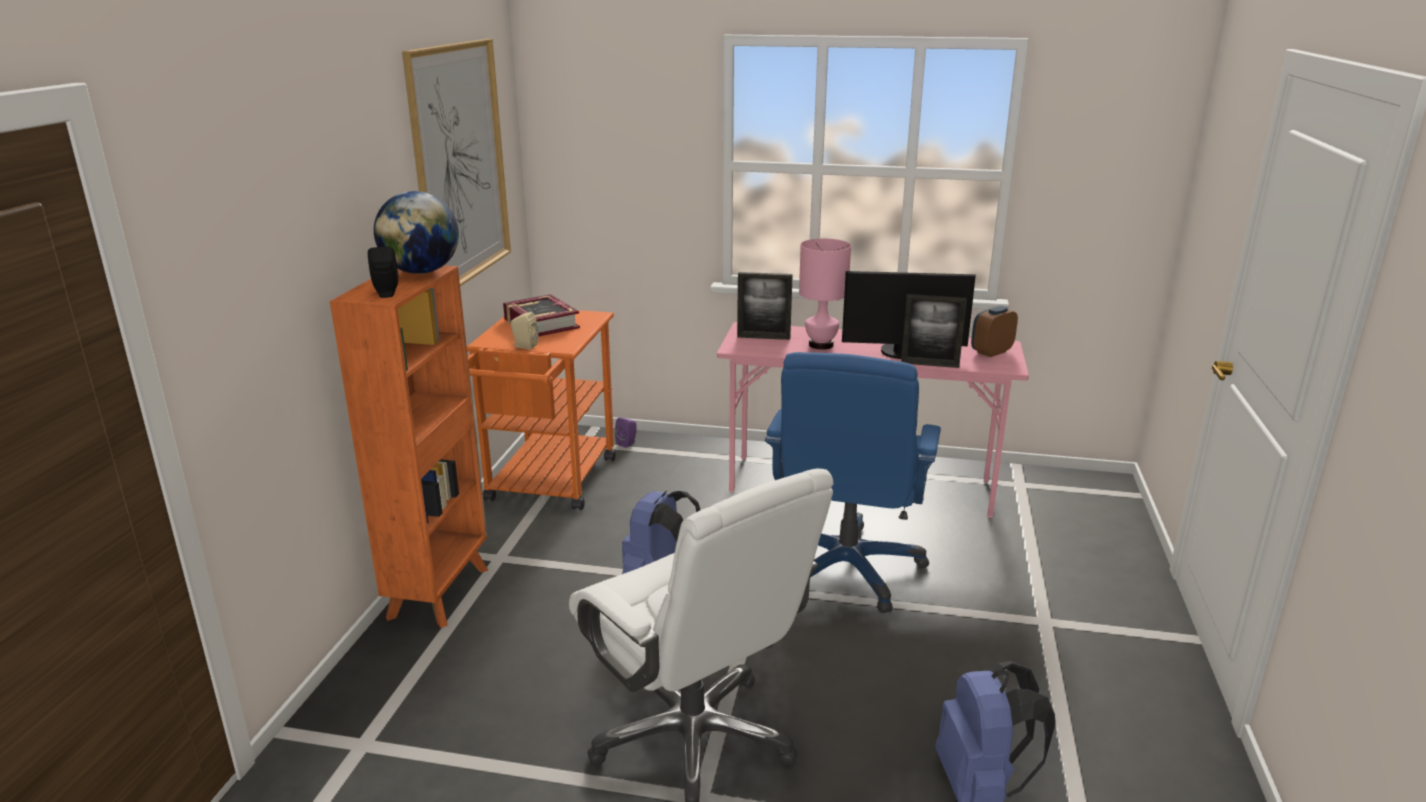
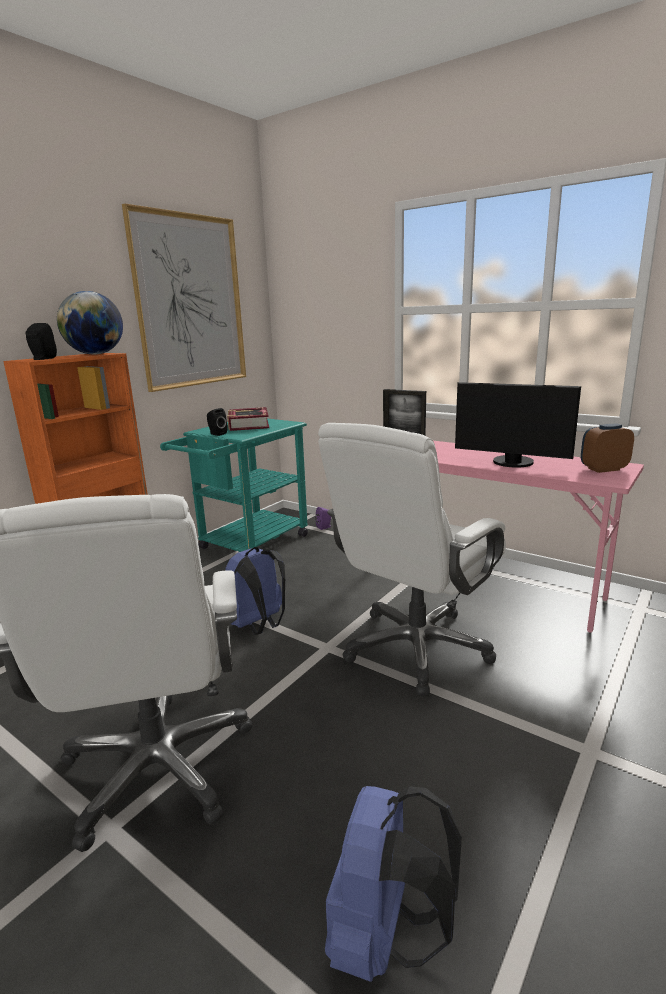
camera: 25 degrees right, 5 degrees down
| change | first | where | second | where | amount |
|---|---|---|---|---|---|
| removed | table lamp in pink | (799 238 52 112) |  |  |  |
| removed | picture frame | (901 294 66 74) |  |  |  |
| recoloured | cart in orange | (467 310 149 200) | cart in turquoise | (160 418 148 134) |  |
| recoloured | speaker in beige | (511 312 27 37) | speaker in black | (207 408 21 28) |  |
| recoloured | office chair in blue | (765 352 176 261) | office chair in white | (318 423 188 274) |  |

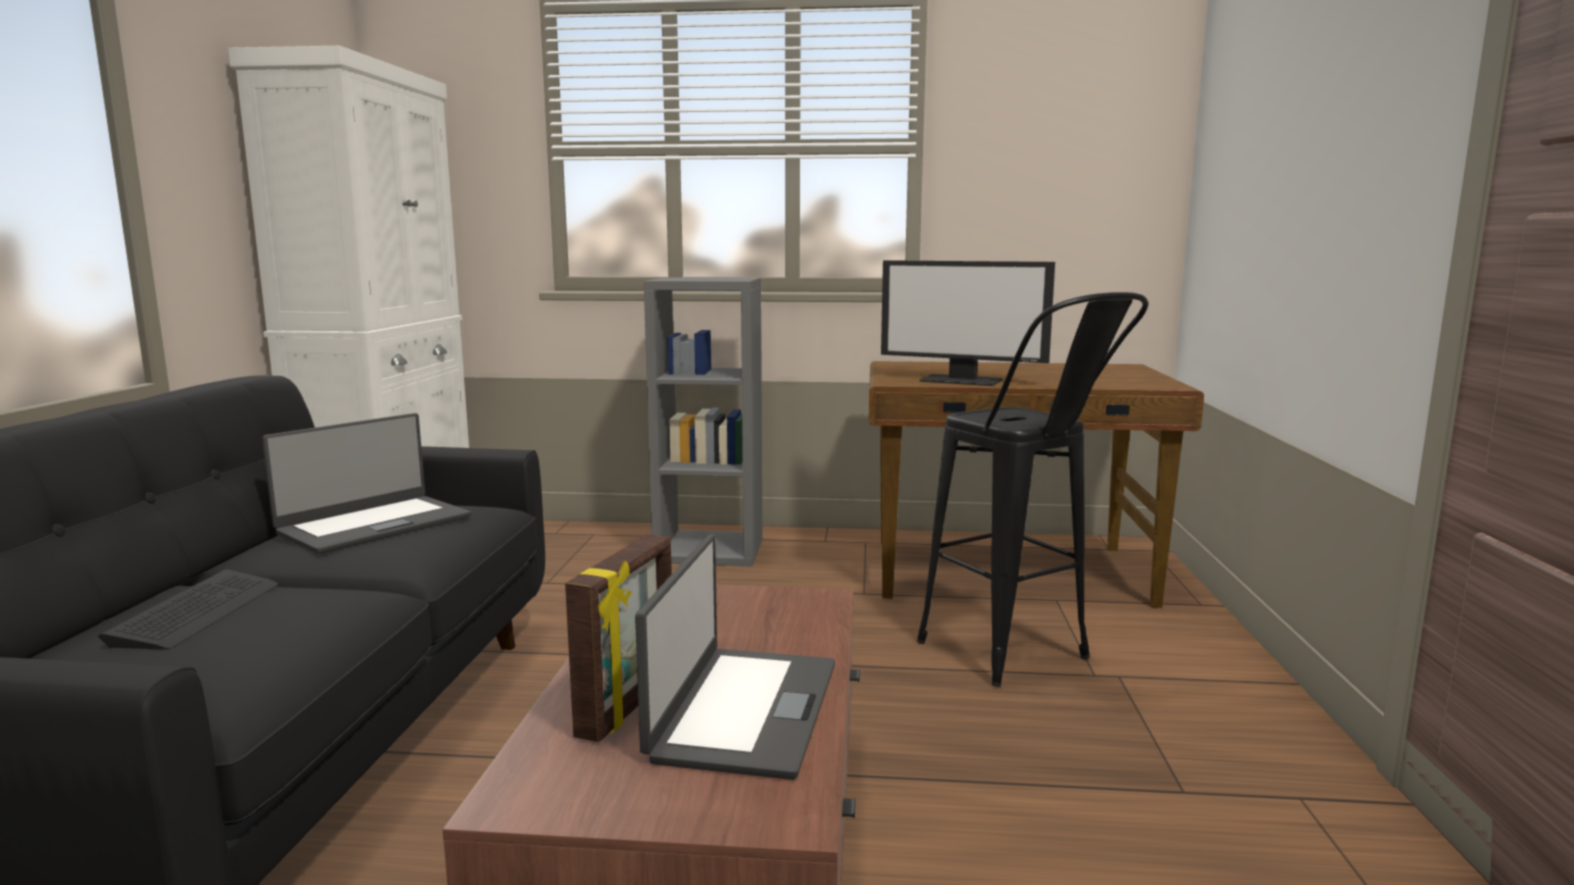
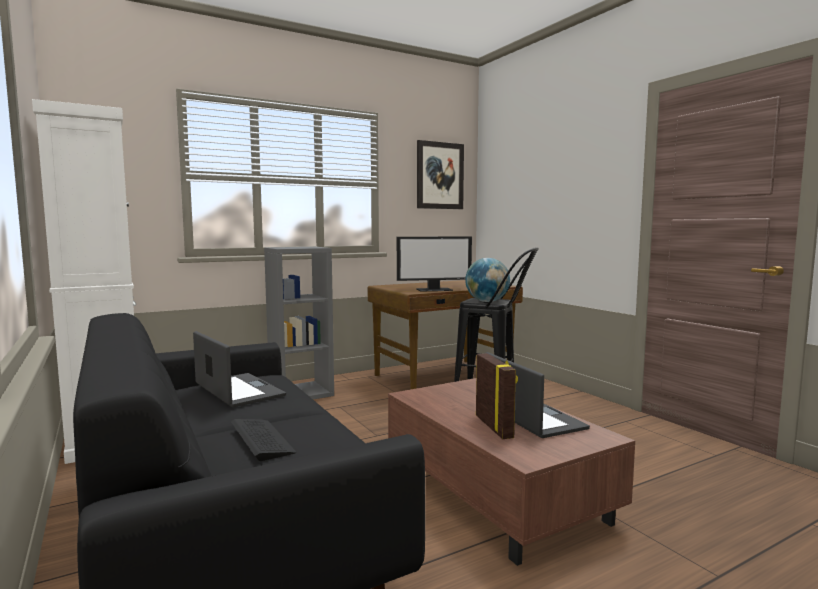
camera: 35 degrees left, 5 degrees down
| change | first | where | second | where | amount |
|---|---|---|---|---|---|
| turned | laptop | (262 413 209 141) |  | (193 331 93 77) | 45 degrees counterclockwise |
| added |  |  | picture | (417 140 47 69) |  |
| added |  |  | globe | (465 258 45 44) |  |

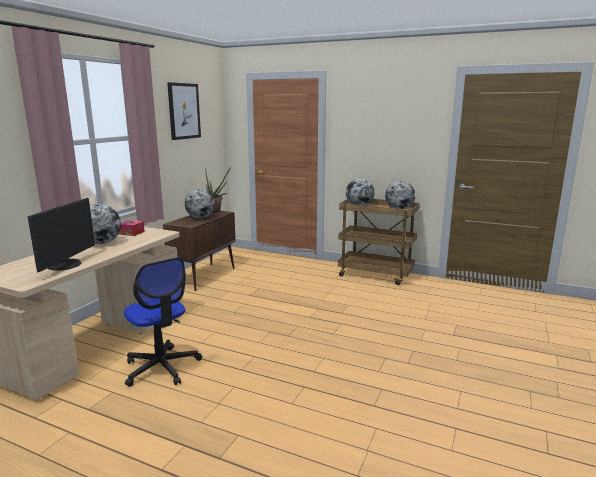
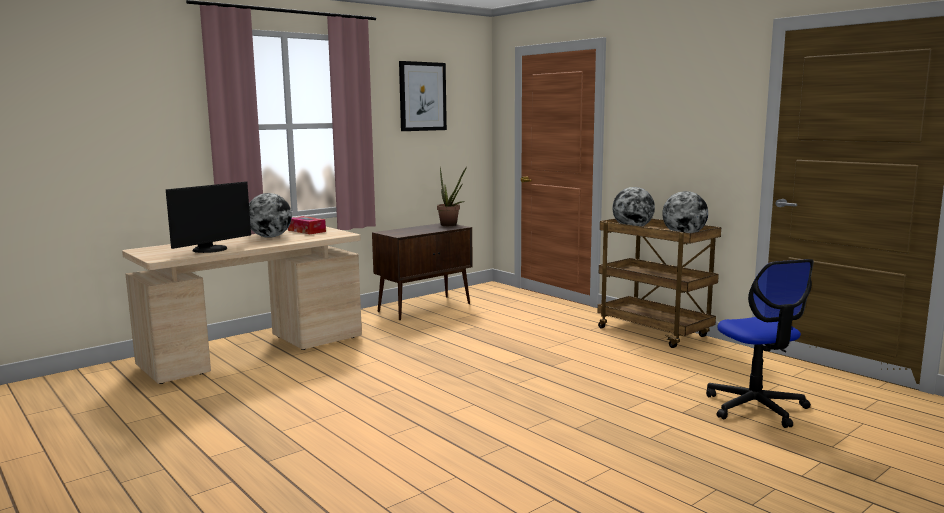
camera: 25 degrees right, 5 degrees down
| change | first | where | second | where | amount |
|---|---|---|---|---|---|
| removed | globe | (185 189 29 29) |  |  |  |
| moved | office chair | (124 257 78 130) |  | (706 259 108 169) |  |

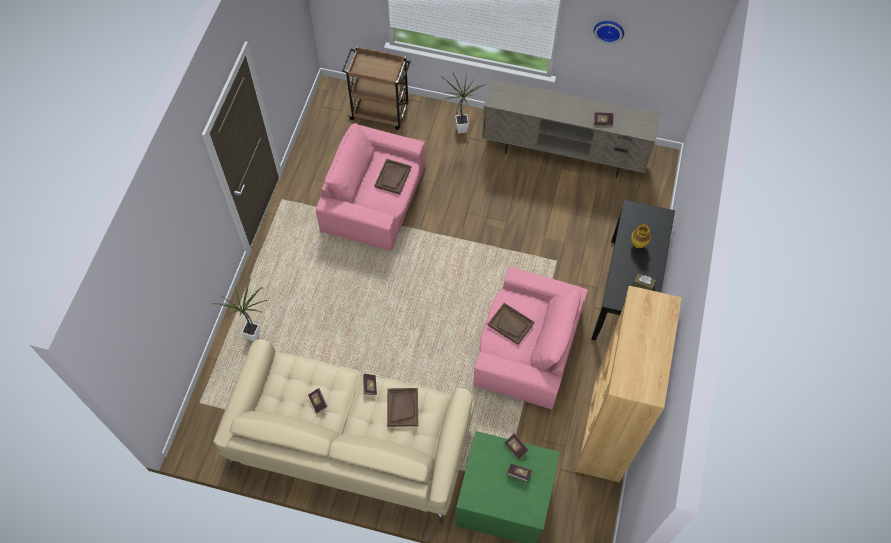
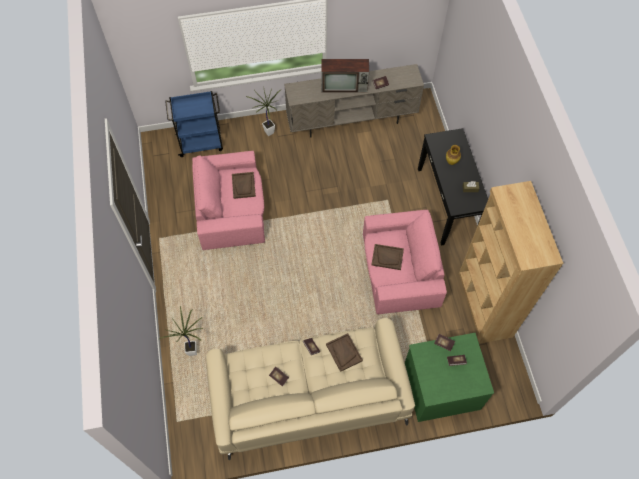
camera: 25 degrees left, 0 degrees up
| change | first | where | second | where | amount |
|---|---|---|---|---|---|
| removed | wall clock | (594 21 30 23) |  |  |  |
| recoloured | cart in brown | (342 46 69 84) | cart in blue | (165 91 58 66) |  |
| added |  |  | television | (322 59 47 34) |  |

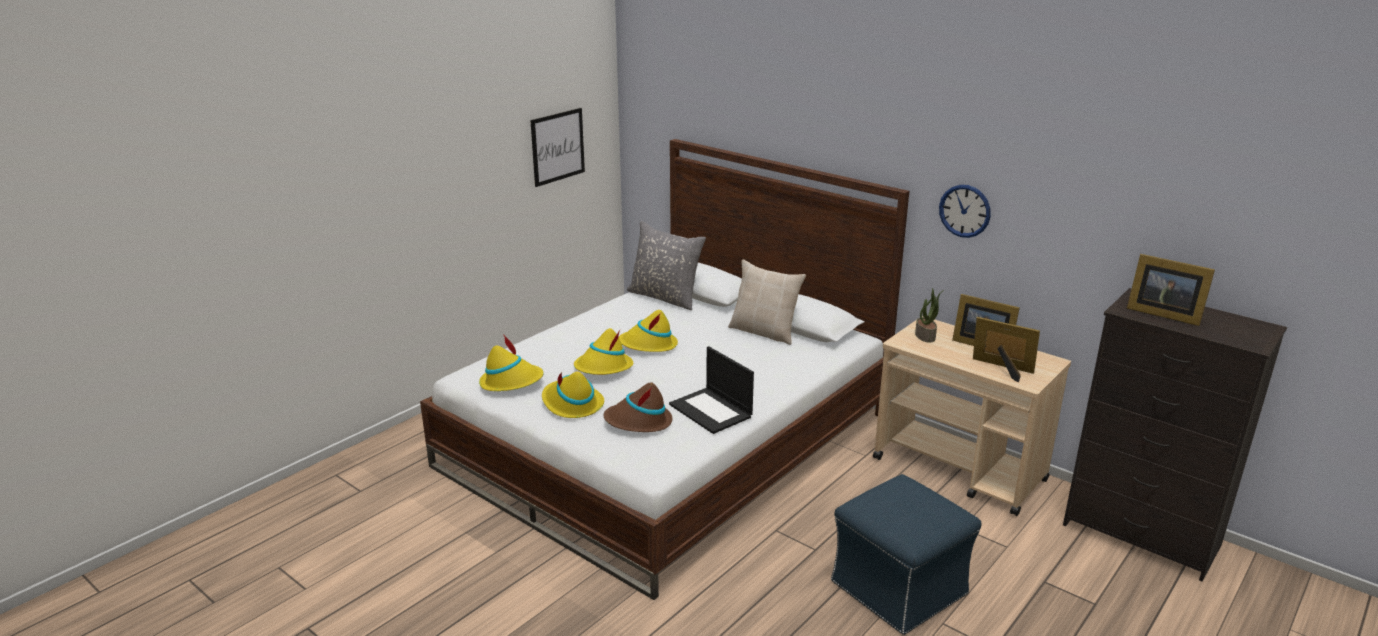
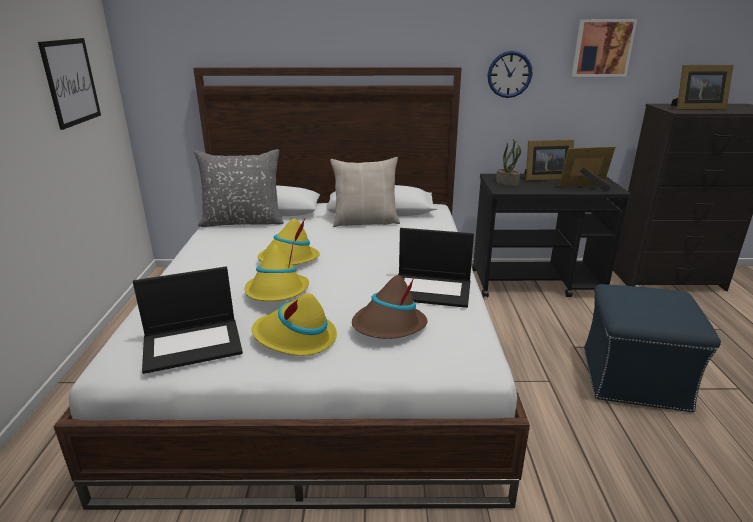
camera: 40 degrees left, 0 degrees up
| change | first | where | second | where | amount |
|---|---|---|---|---|---|
| recoloured | cart in beige | (873 316 198 200) | cart in black | (472 174 159 123) |  |
| replaced | hat in yellow | (479 334 65 57) | laptop | (133 267 110 107) |  |
| added |  |  | picture | (572 19 65 58) |  |

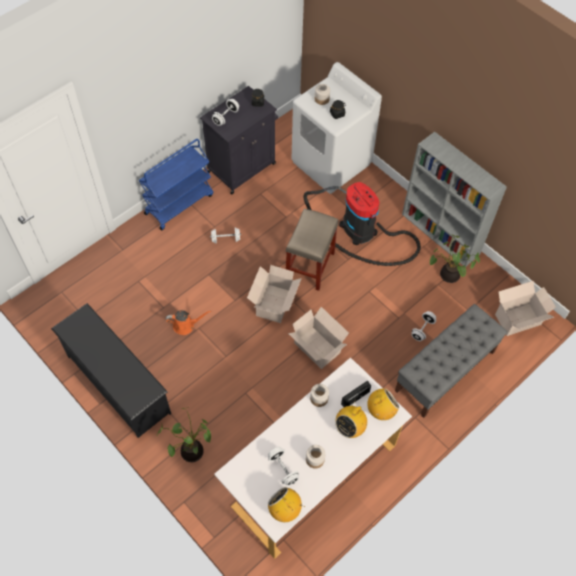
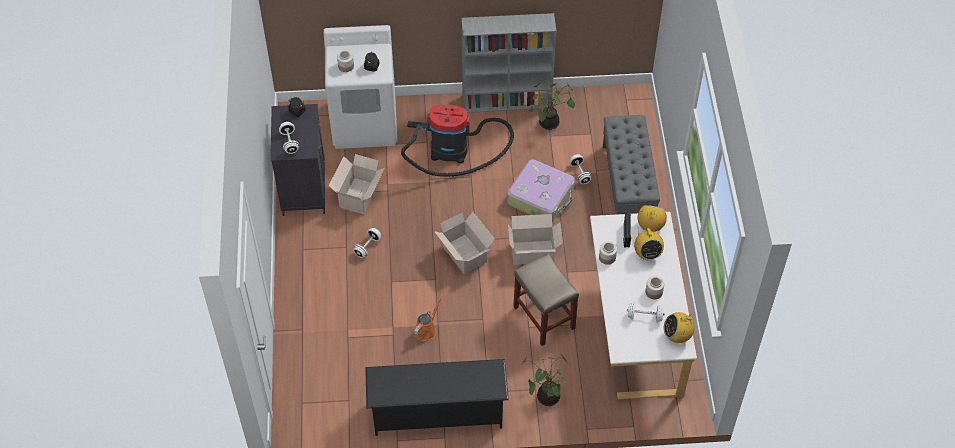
camera: 50 degrees left, 5 degrees down
| change | first | where | second | where | amount |
|---|---|---|---|---|---|
| removed | cart in blue | (139 139 74 92) |  |  |  |
| moved | stool in beige | (286 208 52 83) |  | (513 254 66 92) |  |
| moved | cardboard box | (495 281 61 55) |  | (329 154 56 60) |  |
| added |  |  | suitcase | (507 159 68 63) |  |

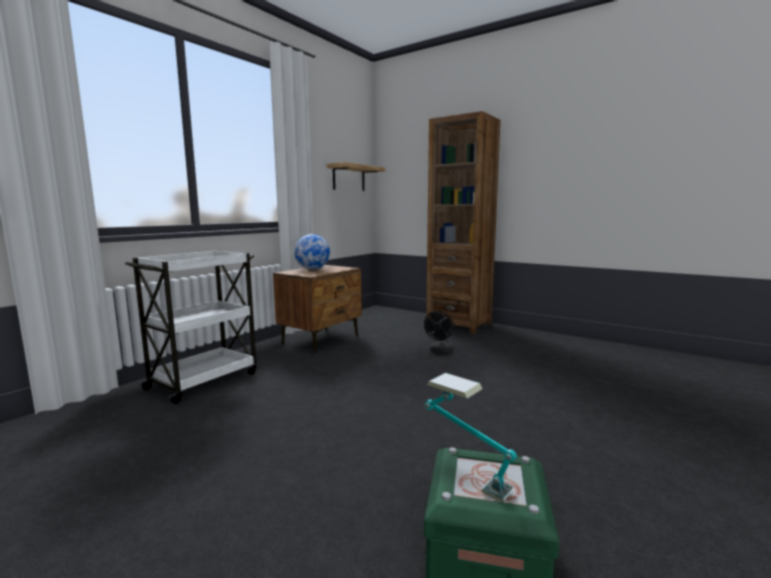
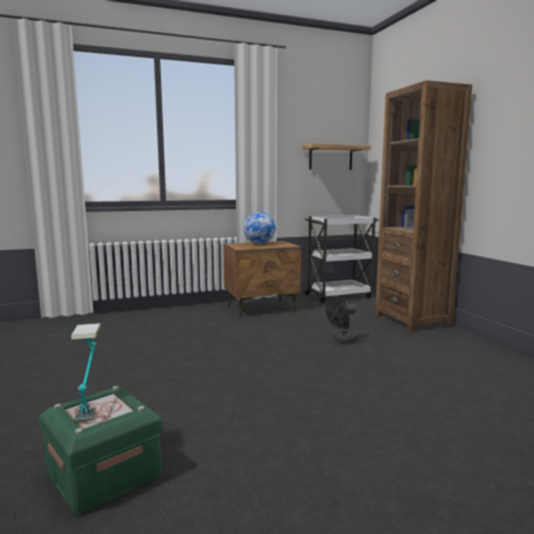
camera: 35 degrees right, 0 degrees up
| change | first | where | second | where | amount |
|---|---|---|---|---|---|
| moved | cart in white | (125 250 132 154) |  | (303 215 76 88) |  |

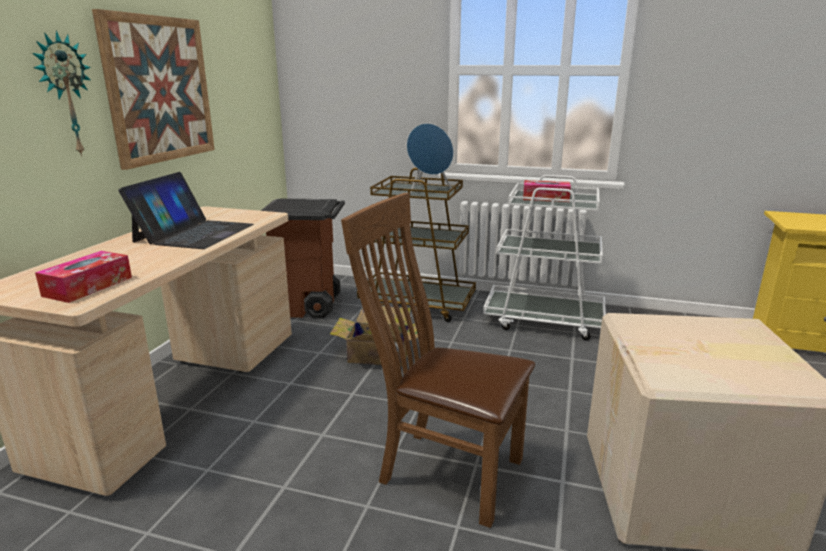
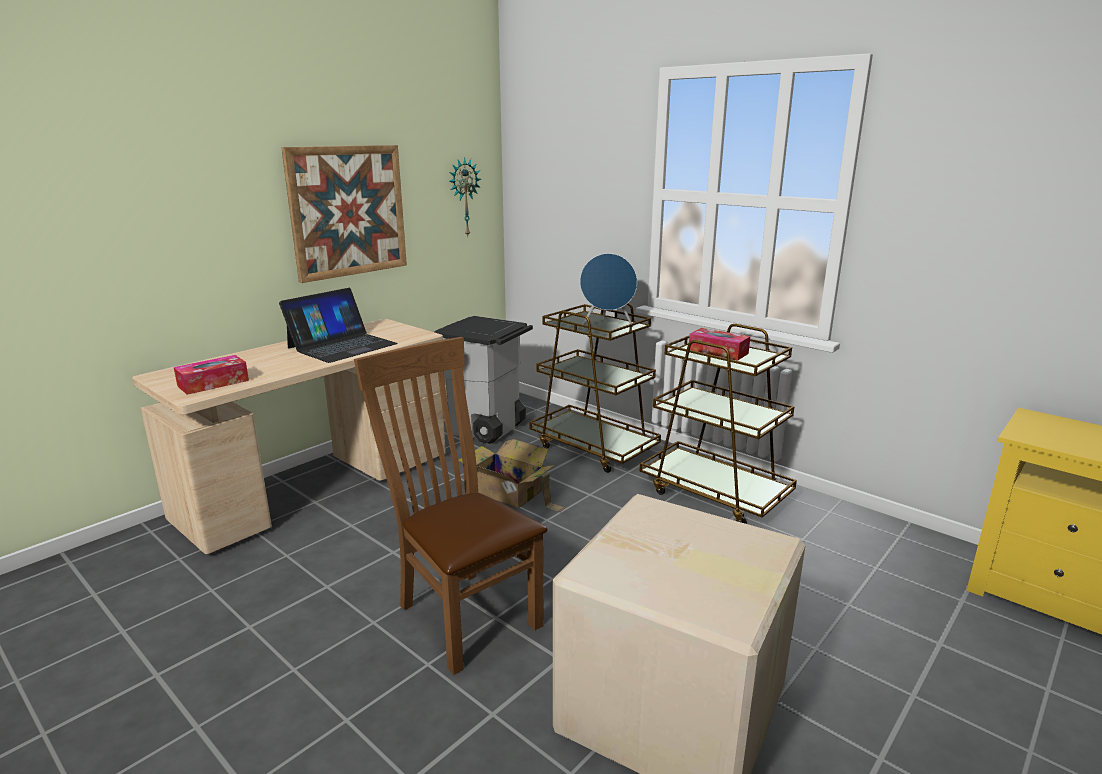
camera: 25 degrees right, 0 degrees up
| change | first | where | second | where | amount |
|---|---|---|---|---|---|
| moved | wall clock | (32 30 59 127) |  | (449 157 32 79) |  |
| recoloured | cart in white | (483 175 123 165) | cart in brown | (640 324 157 200) |  |
| recoloured | trash can in brown | (261 199 84 119) | trash can in grey | (435 316 98 128) |  |

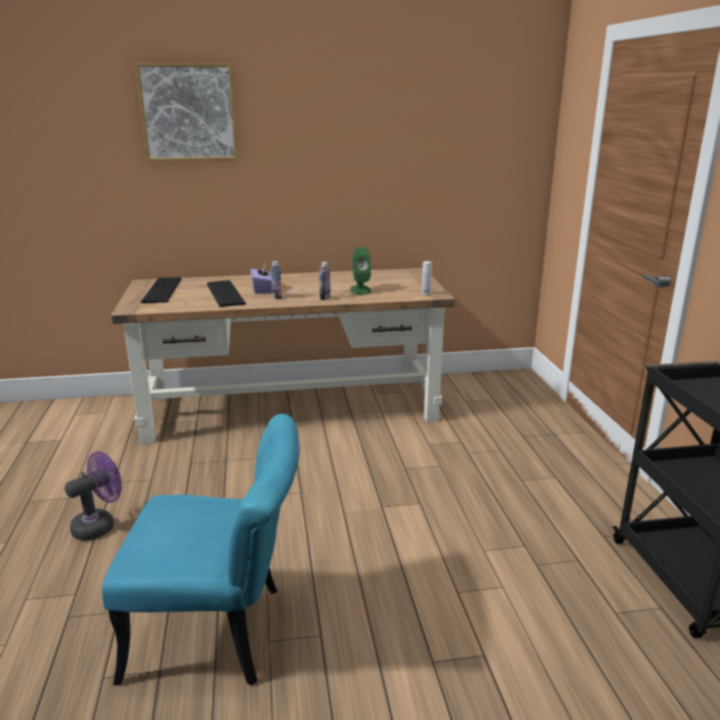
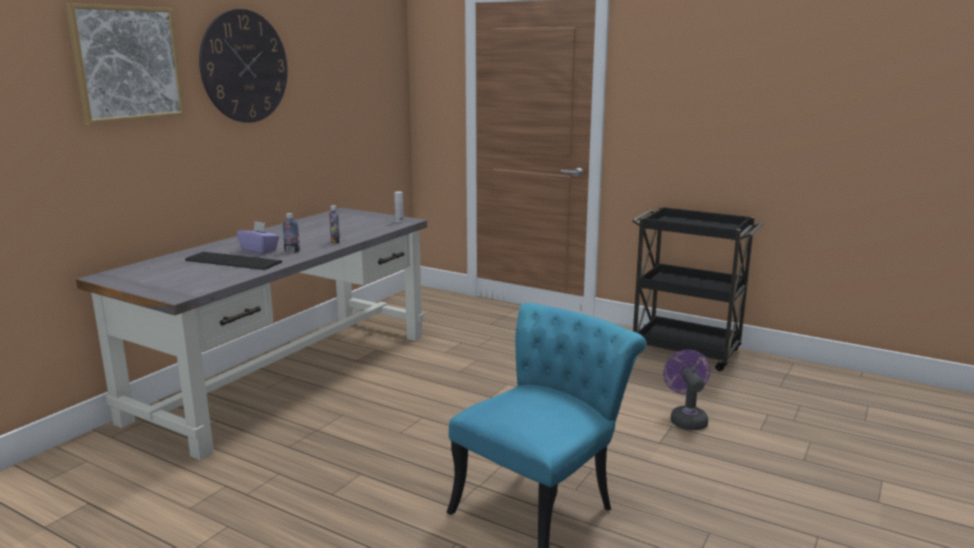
camera: 50 degrees left, 5 degrees down
| change | first | where | second | where | amount |
|---|---|---|---|---|---|
| removed | speaker in green | (350 247 21 48) |  |  |  |
| recoloured | desk in brown | (111 268 344 176) | desk in grey | (76 208 351 253) |  |
| removed | keyboard | (141 277 40 26) |  |  |  |
| moved | fan in purple | (65 451 56 90) |  | (663 350 48 80) |  |
| added |  |  | wall clock | (199 9 89 114) |  |

